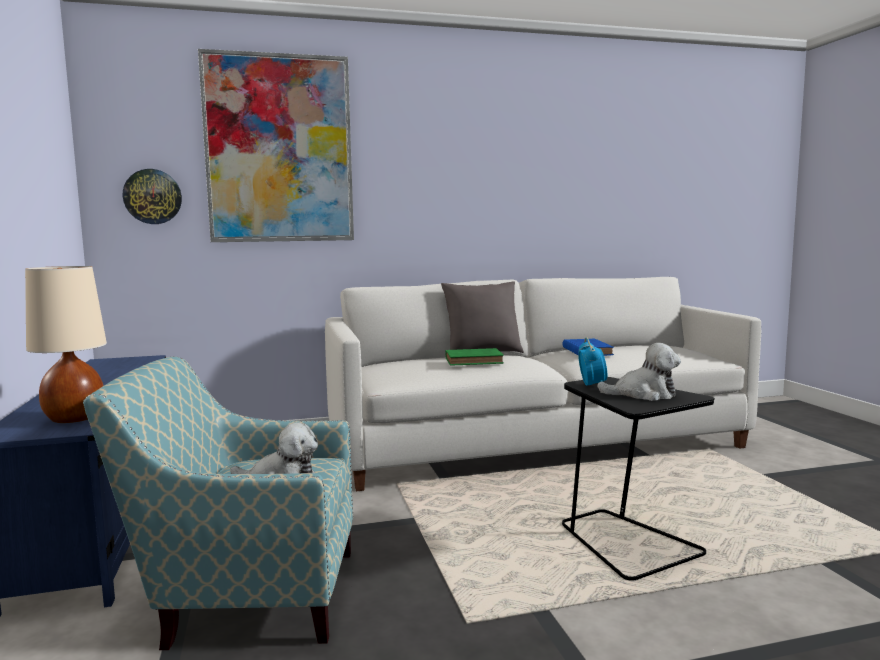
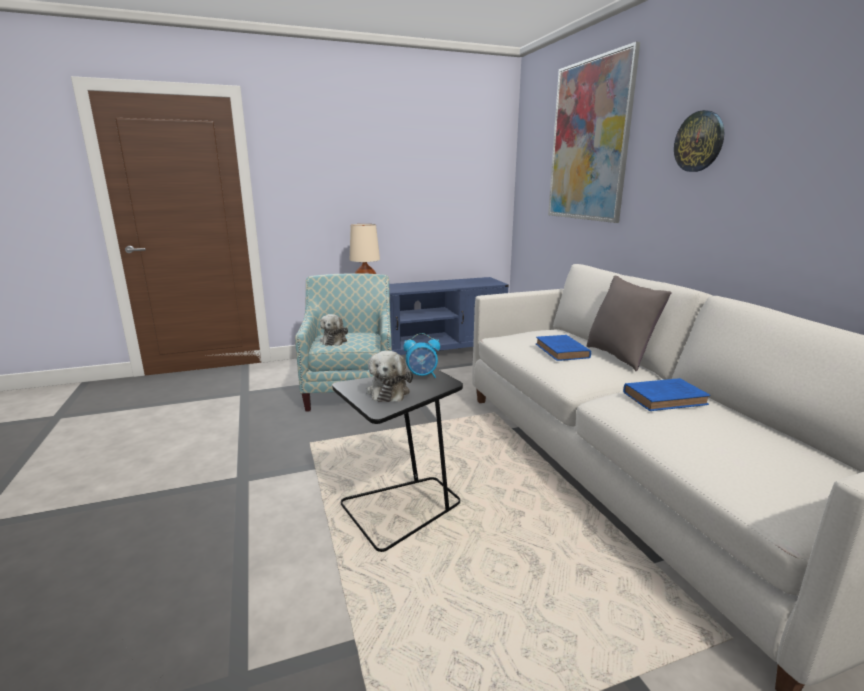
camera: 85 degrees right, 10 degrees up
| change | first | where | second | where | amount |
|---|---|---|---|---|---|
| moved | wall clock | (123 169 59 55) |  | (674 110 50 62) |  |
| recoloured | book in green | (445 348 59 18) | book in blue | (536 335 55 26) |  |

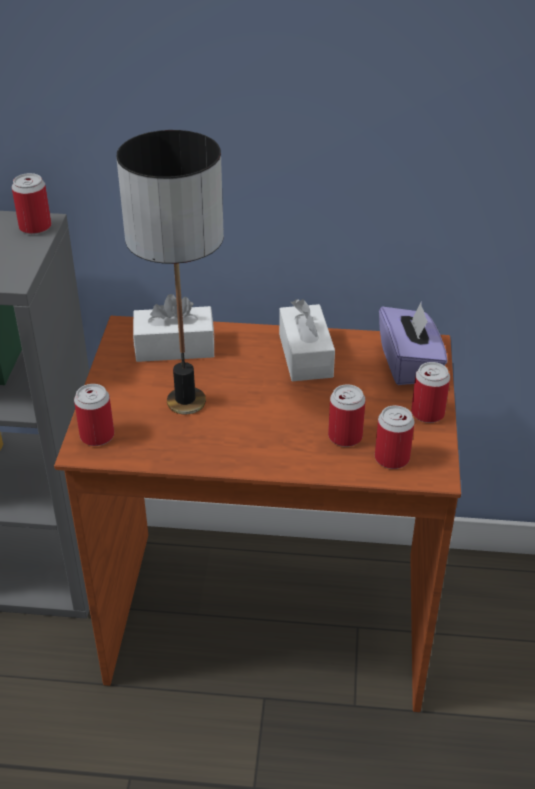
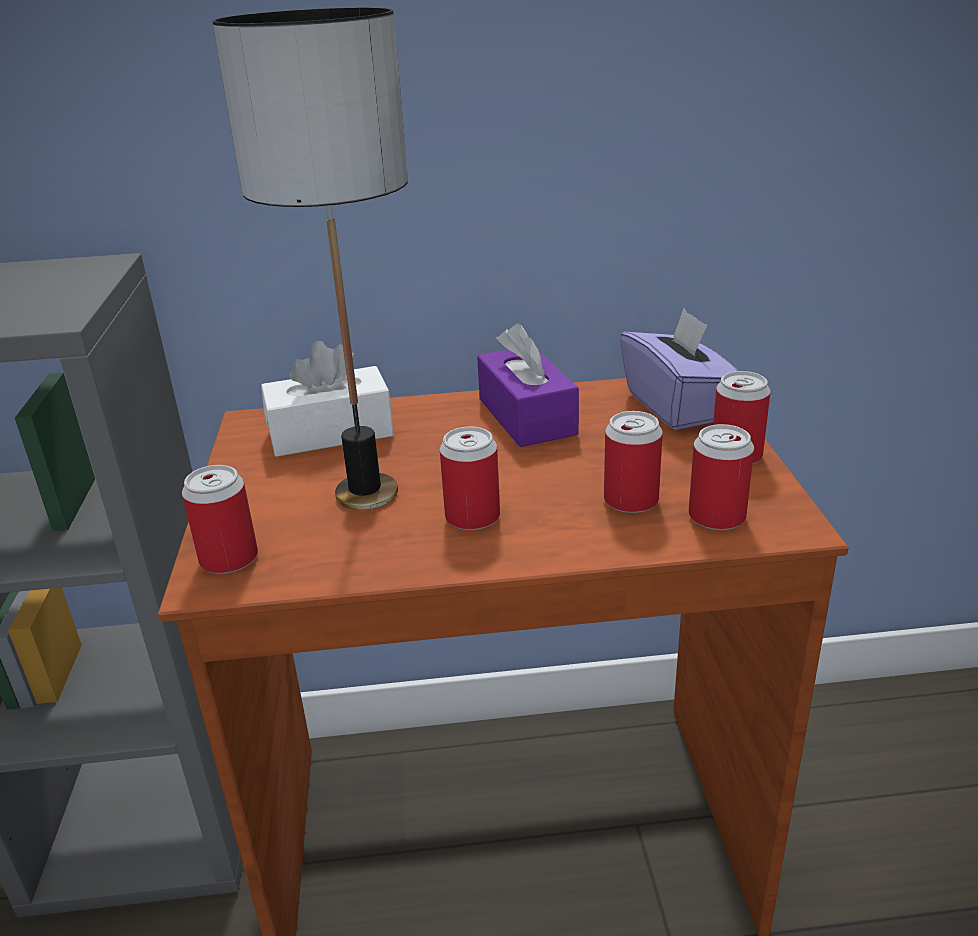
camera: 10 degrees left, 10 degrees down
| change | first | where | second | where | amount |
|---|---|---|---|---|---|
| moved | can | (12 173 39 61) |  | (440 426 60 104) |  |
| recoloured | tissue box in white | (279 299 56 82) | tissue box in purple | (477 323 102 124) |  |

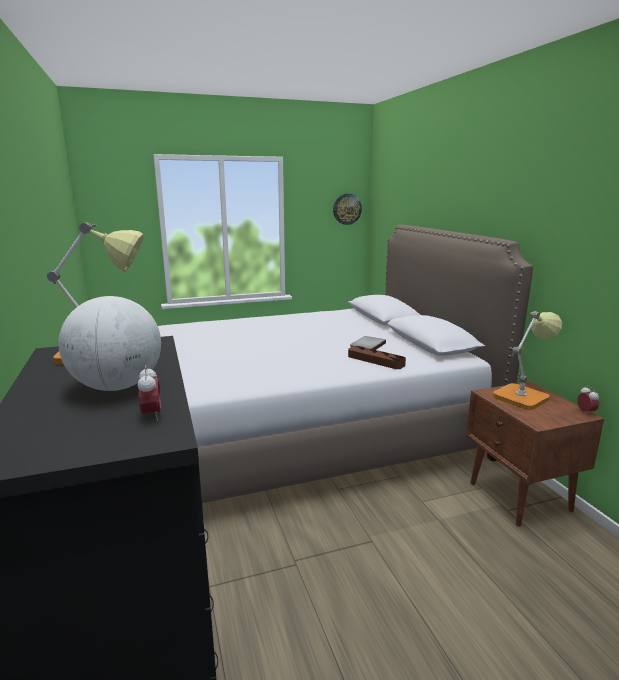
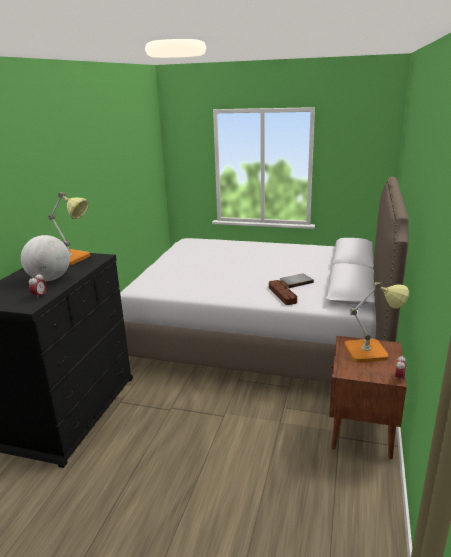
camera: 35 degrees right, 5 degrees up
| change | first | where | second | where | amount |
|---|---|---|---|---|---|
| removed | wall clock | (333 194 29 31) |  |  |  |

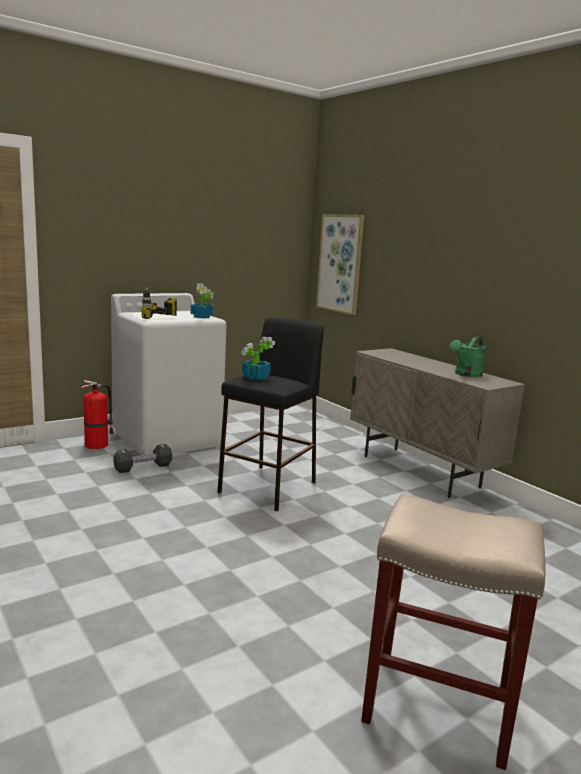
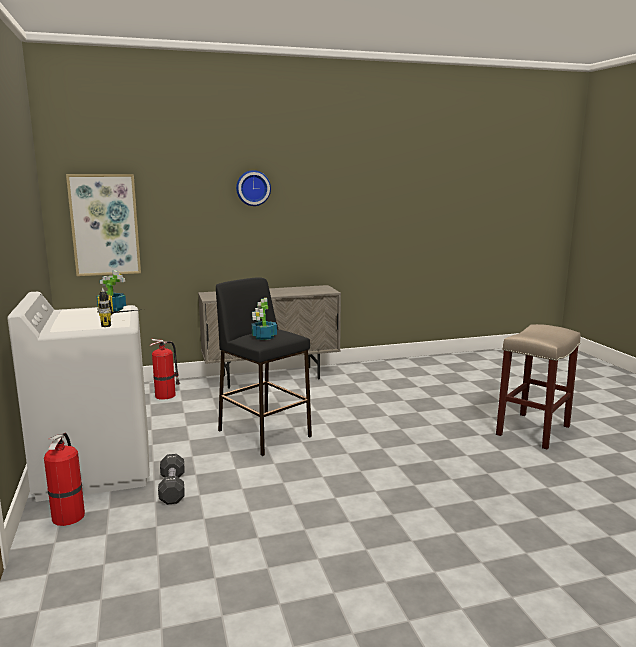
camera: 70 degrees left, 0 degrees up
| change | first | where | second | where | amount |
|---|---|---|---|---|---|
| removed | watering can in green | (450 336 36 41) |  |  |  |
| added |  |  | wall clock | (236 170 35 36) |  |
| added |  |  | fire extinguisher | (150 339 30 61) |  |

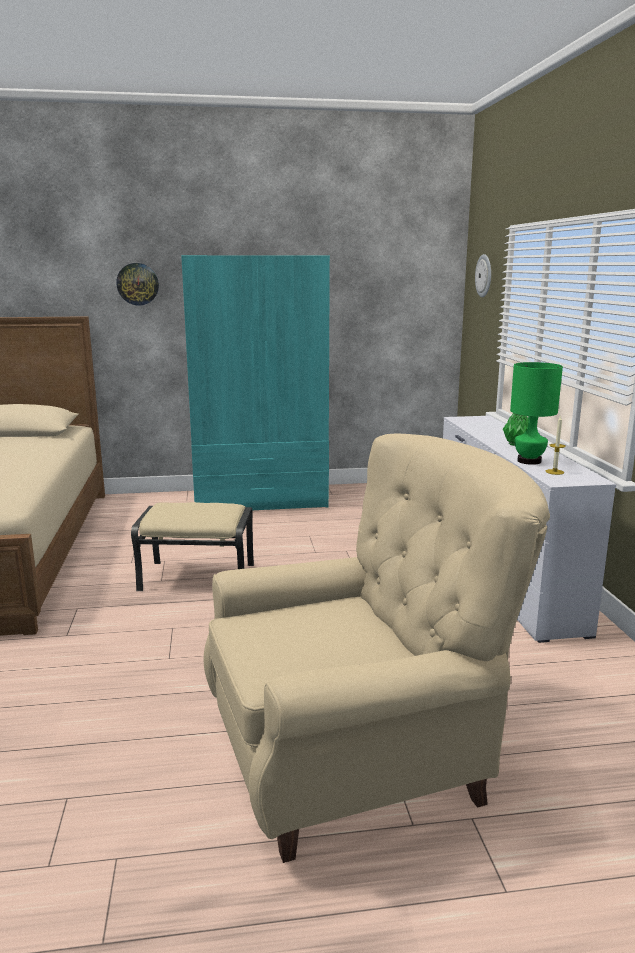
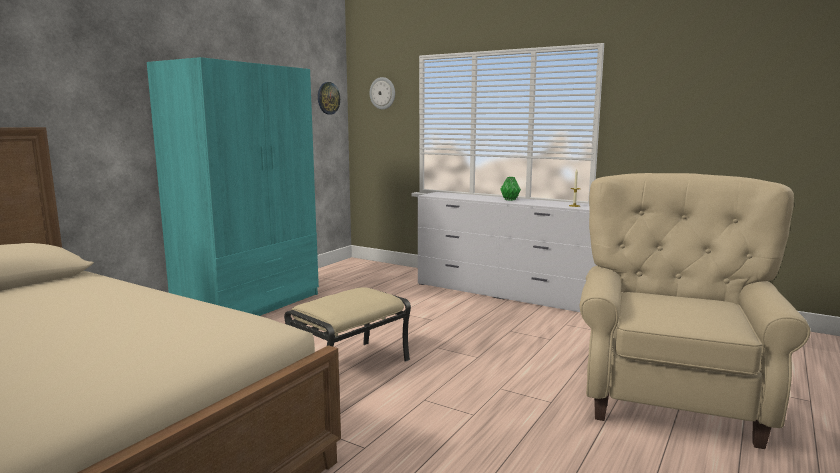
camera: 50 degrees left, 5 degrees down
| change | first | where | second | where | amount |
|---|---|---|---|---|---|
| moved | wall clock | (116 263 43 42) |  | (318 82 22 32) |  |
| removed | table lamp in green | (510 362 53 103) |  |  |  |

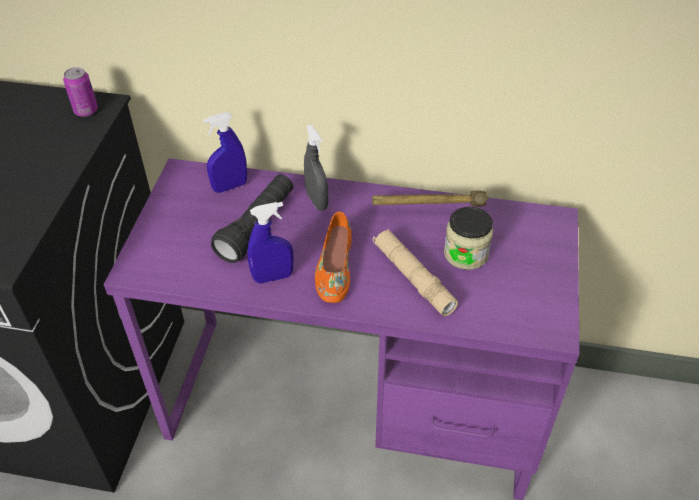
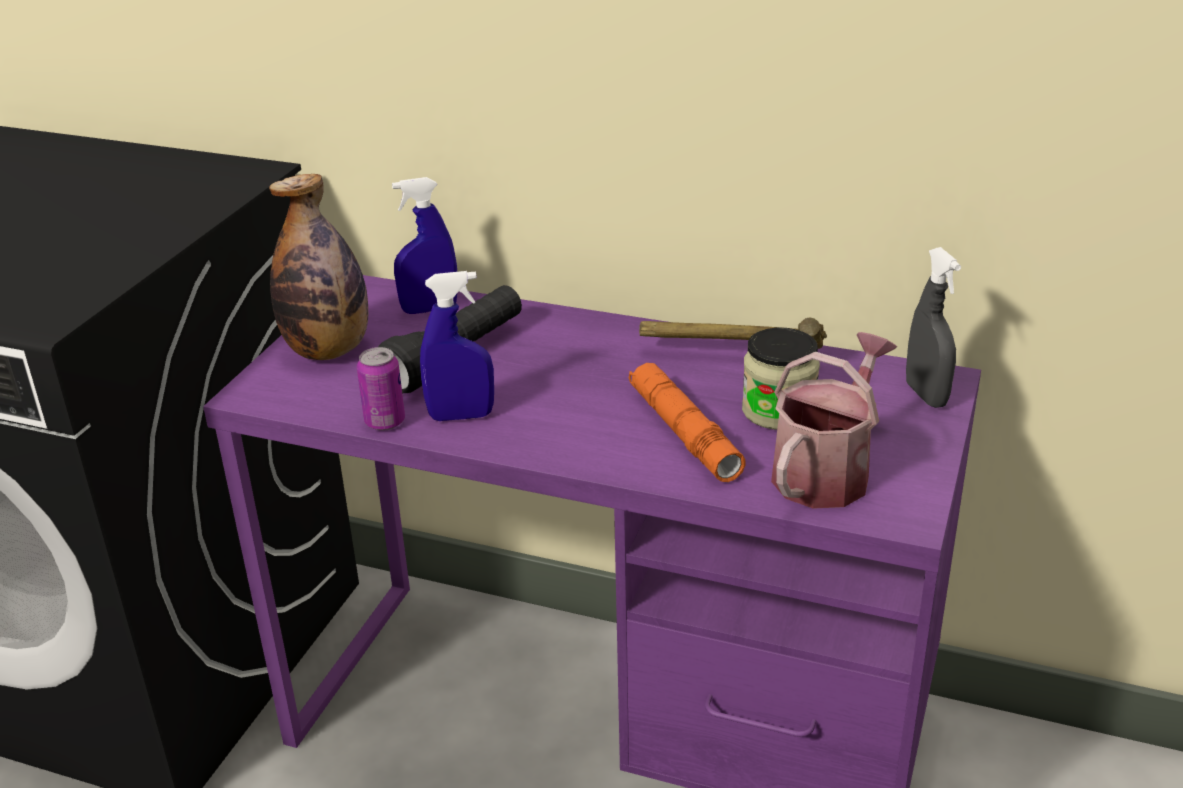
camera: 10 degrees right, 15 degrees down
| change | first | where | second | where | amount |
|---|---|---|---|---|---|
| moved | can | (63 67 35 50) |  | (357 347 48 84) |  |
| moved | spray bottle in grey | (304 124 24 87) |  | (906 247 55 161) |  |
| removed | shoe in orange | (315 212 37 91) |  |  |  |
| recoloured | flashlight in beige | (373 229 85 87) | flashlight in orange | (629 363 117 119) |  |
| added |  |  | bottle | (269 174 99 186) |  |
| added |  |  | watering can | (771 332 126 177) |  |

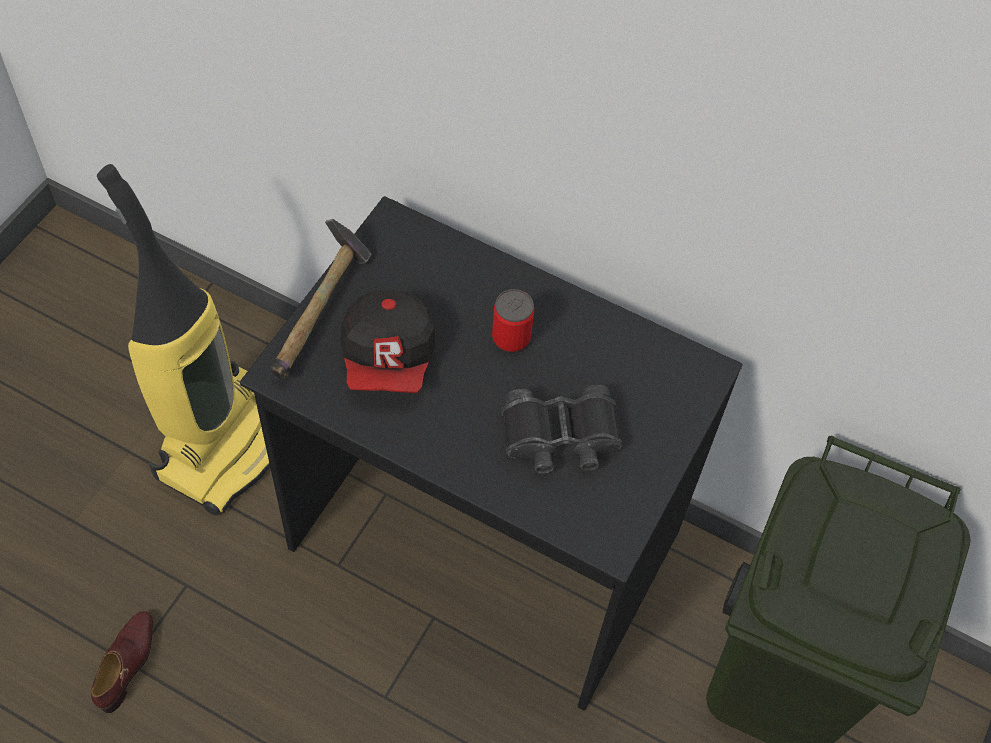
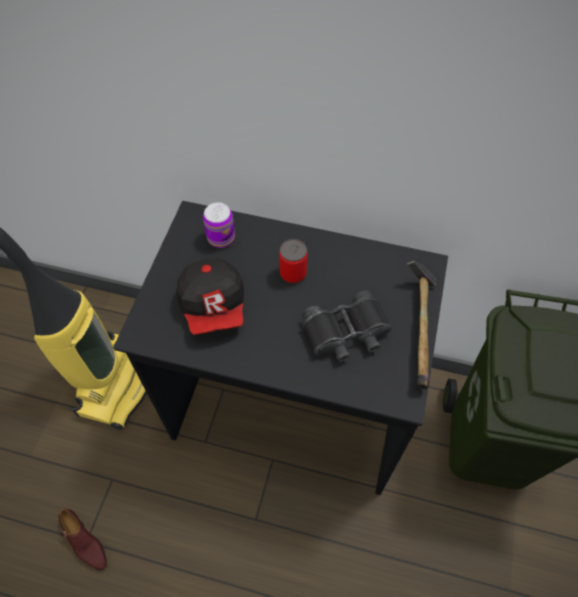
camera: 10 degrees left, 0 degrees up
| change | first | where | second | where | amount |
|---|---|---|---|---|---|
| moved | hammer | (270 219 101 160) |  | (407 261 29 128) |  |
| turned | shoe in brown | (91 611 62 102) |  | (59 509 48 62) | 135 degrees clockwise |
| added |  |  | can | (203 202 32 46) |  |

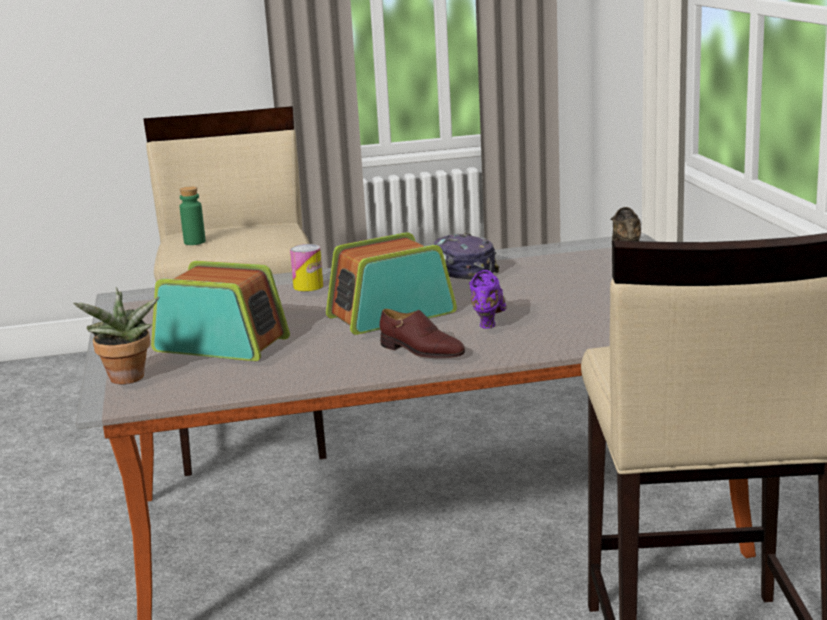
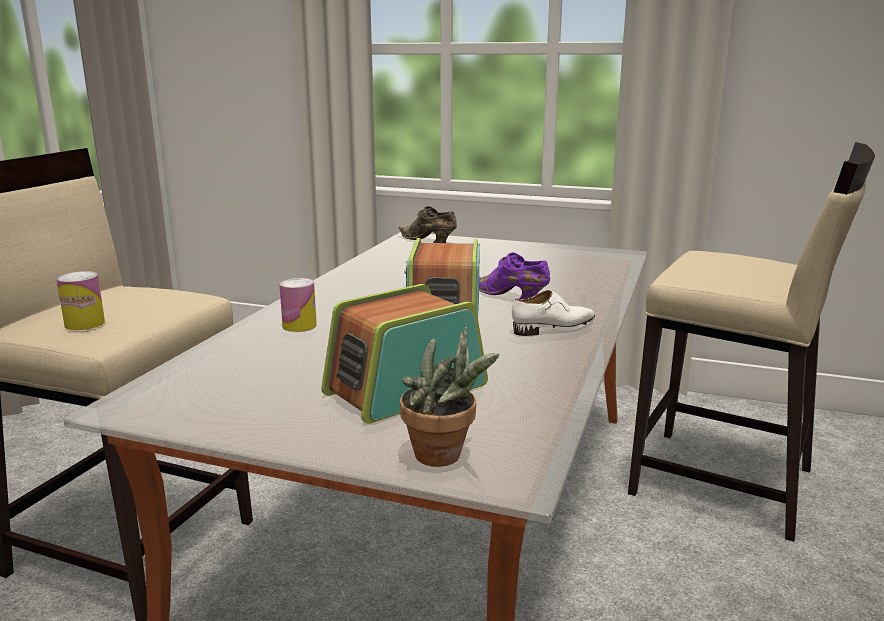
camera: 60 degrees left, 0 degrees up
| change | first | where | second | where | amount |
|---|---|---|---|---|---|
| replaced | bottle in green | (180 186 26 59) | can | (56 271 49 59) |  |
| removed | cap | (433 233 66 46) |  |  |  |
| recoloured | shoe in brown | (380 309 85 49) | shoe in white | (512 290 83 46) |  |

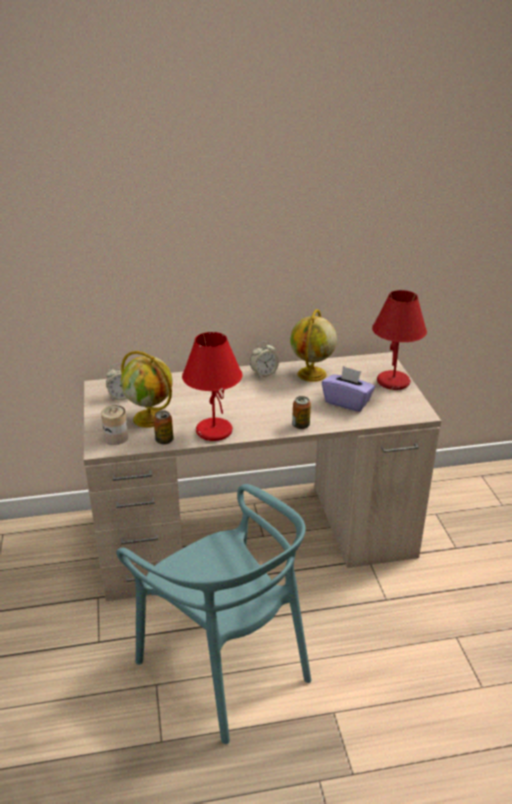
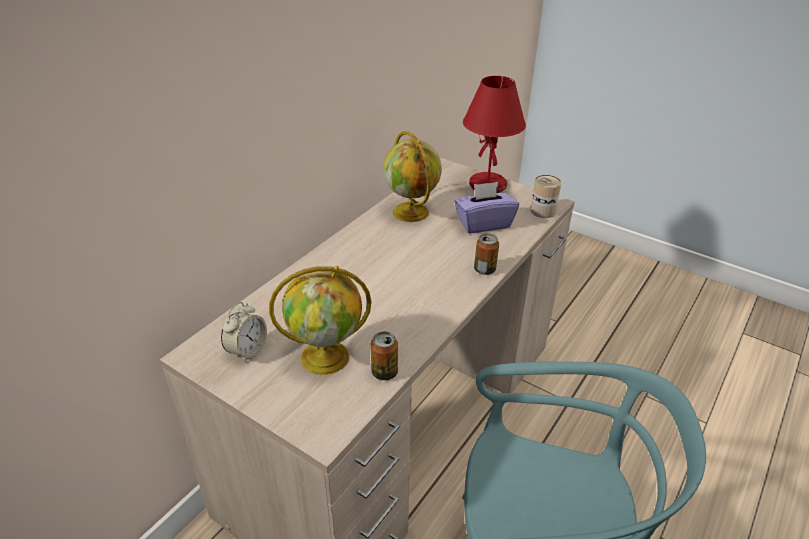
camera: 45 degrees left, 5 degrees up
| change | first | where | second | where | amount |
|---|---|---|---|---|---|
| removed | table lamp in red | (182 332 60 109) |  |  |  |
| removed | alarm clock | (250 341 29 37) |  |  |  |
| moved | can | (101 405 27 40) |  | (530 175 31 43) |  |

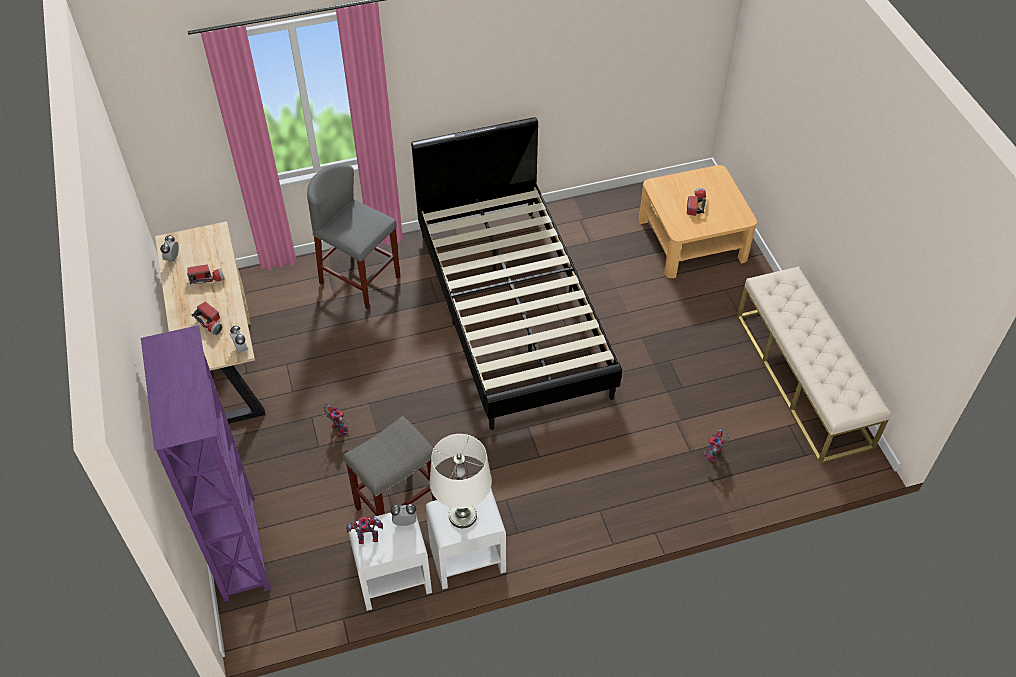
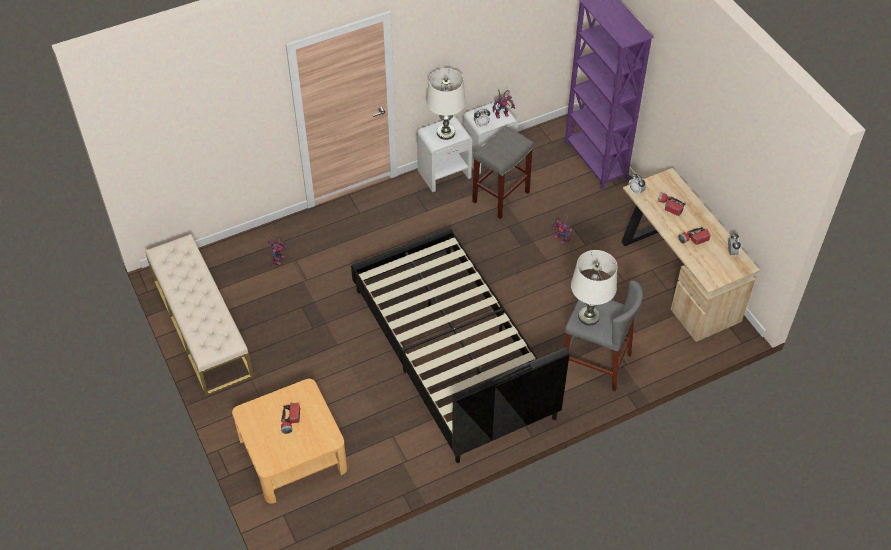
camera: 170 degrees right, 0 degrees up
| change | first | where | second | where | amount |
|---|---|---|---|---|---|
| added |  |  | table lamp in white | (571 250 47 75) |  |

